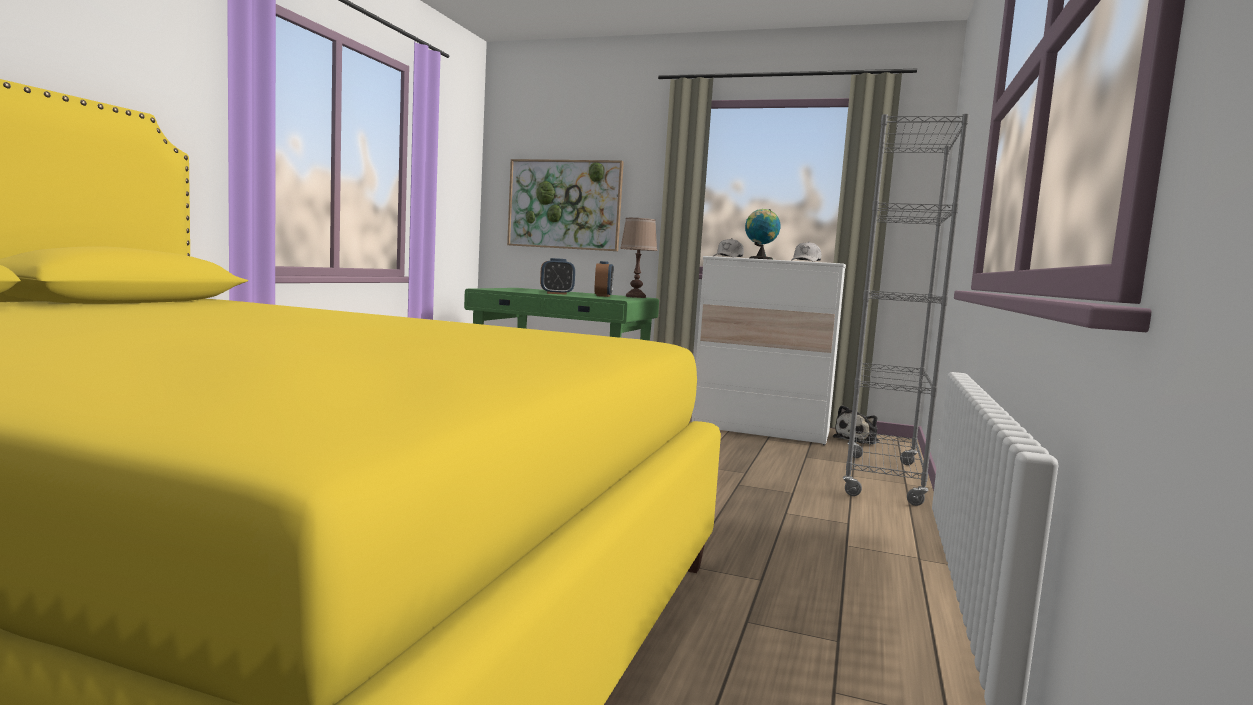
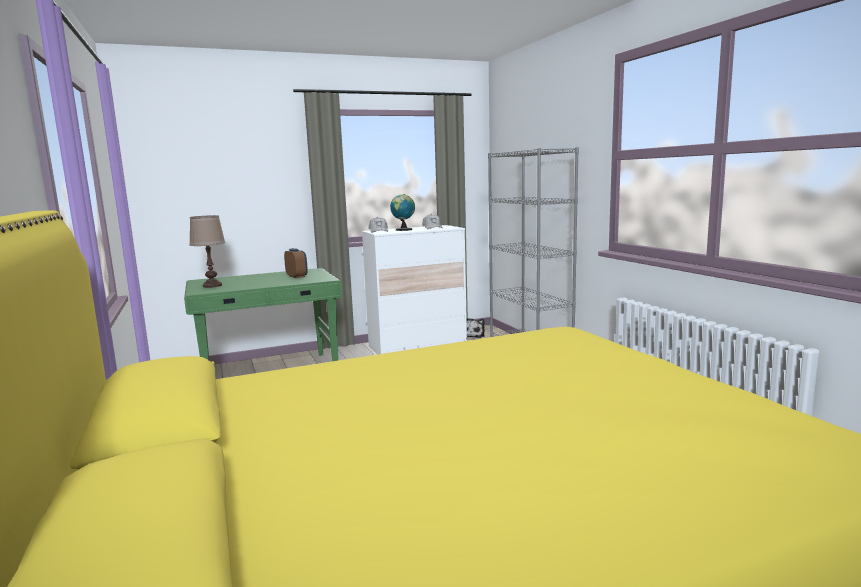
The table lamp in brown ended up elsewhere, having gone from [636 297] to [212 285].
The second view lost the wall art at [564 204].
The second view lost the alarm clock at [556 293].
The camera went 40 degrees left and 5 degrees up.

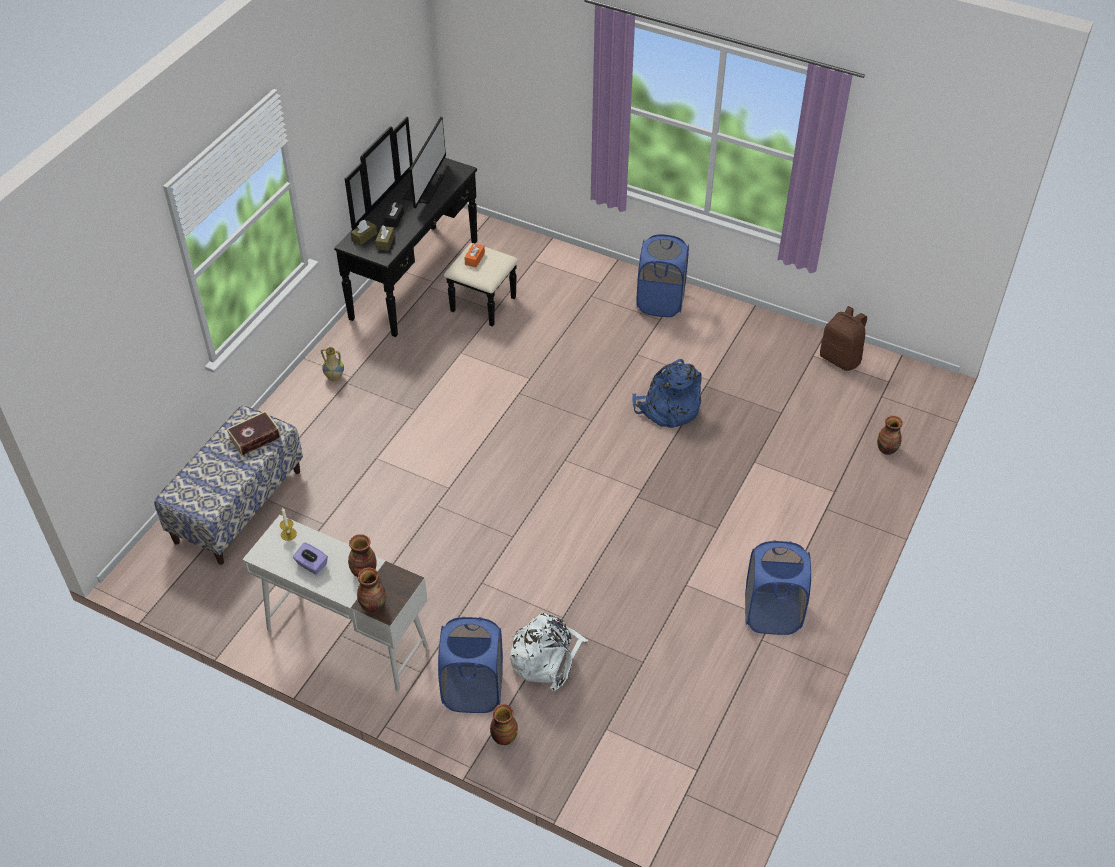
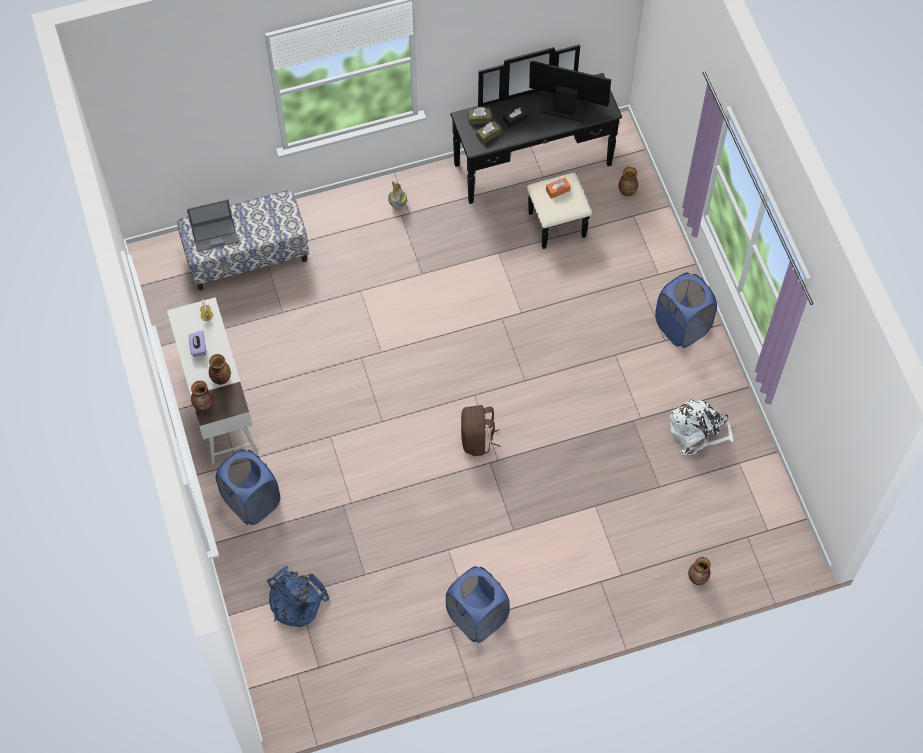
The second view gained the notebook computer at [215 233].
The backpack in blue ended up elsewhere, having gone from [667 409] to [295 600].
The backpack in brown ended up elsewhere, having gone from [840 358] to [477 440].
The computer display at [424 187] ended up facing another way, 135 degrees counterclockwise from before.
The decorative vase ended up elsewhere, having gone from [503 737] to [627 190].
The backpack in white-coloured ended up elsewhere, having gone from [546 658] to [698 430].
The second view lost the volume at [255 438].
The camera went 45 degrees right and 15 degrees up.

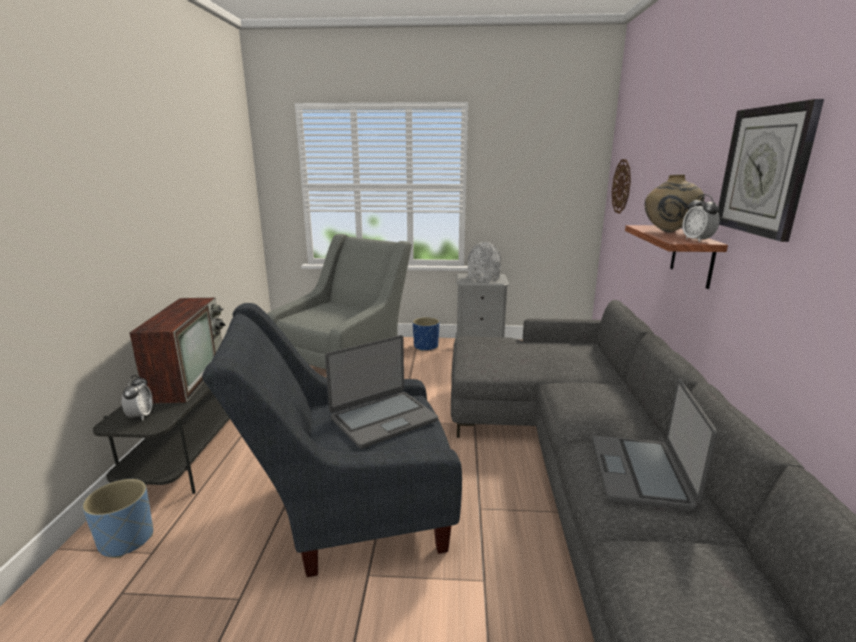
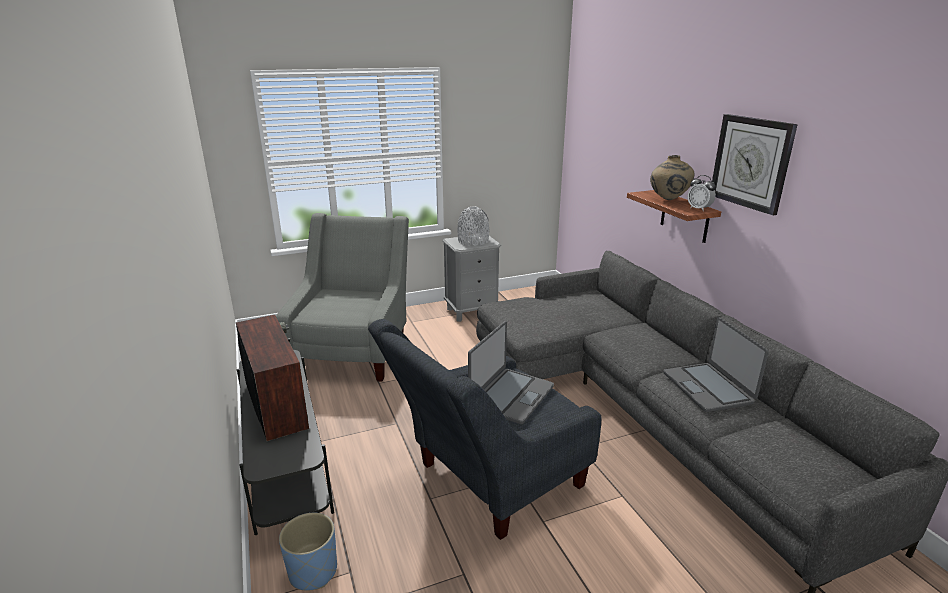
The second view lost the alarm clock at [141 416].
The second view lost the plant pot in blue at [426 346].
The second view lost the clock on the wall at [621 186].
The camera went 25 degrees left and 5 degrees up.

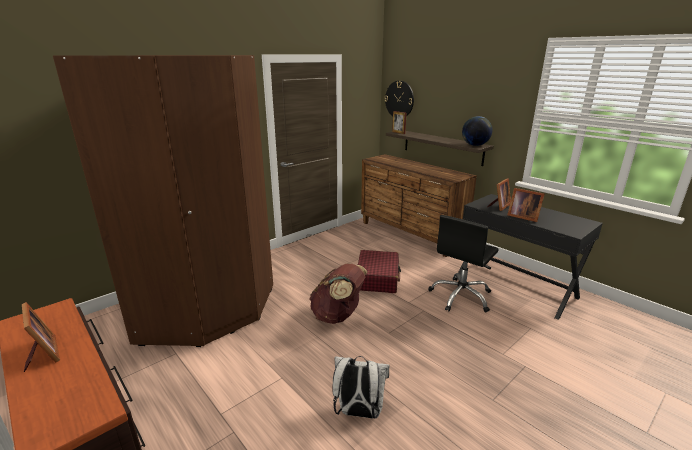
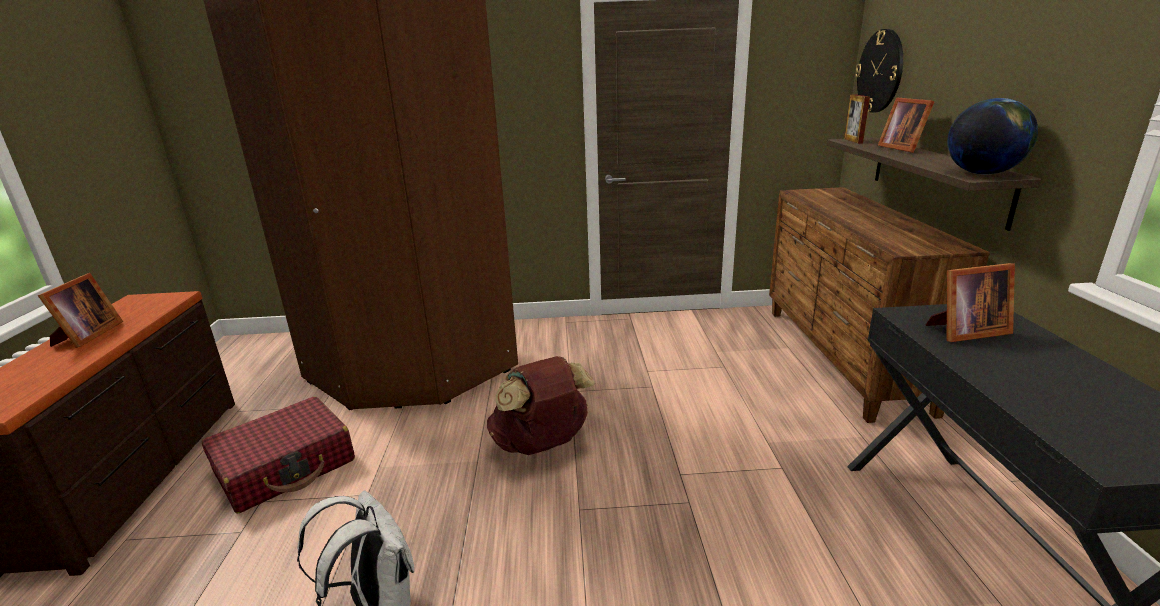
The piece of luggage in red ended up elsewhere, having gone from [377 278] to [285 466].
The photo frame ended up elsewhere, having gone from [522 216] to [902 148].
The second view lost the office chair in black at [461 296].
The camera went 40 degrees right and 0 degrees up.

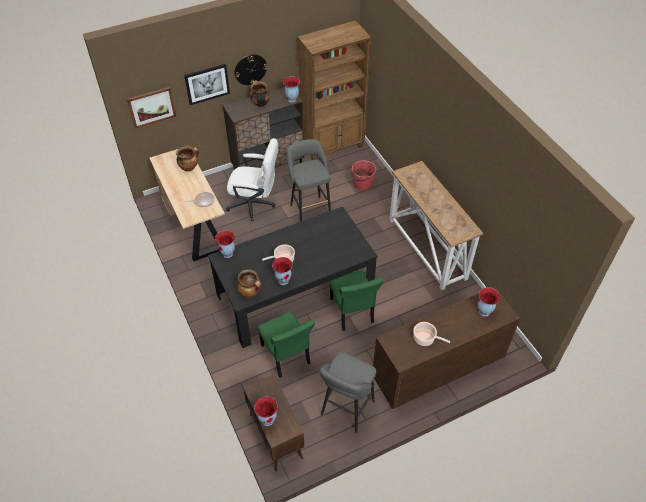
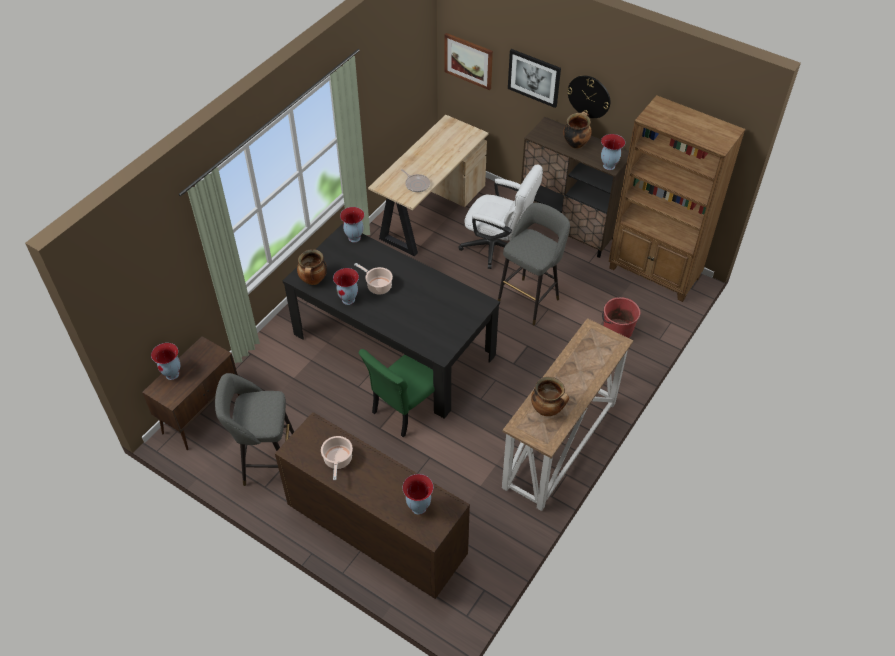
The office chair in white-coloured at [255 204] ended up facing another way, 45 degrees counterclockwise from before.
The saucepot ended up elsewhere, having gone from [189 167] to [548 409].
The second view lost the upright chair in green-coloured at [286 356].
The camera went 60 degrees right and 0 degrees up.

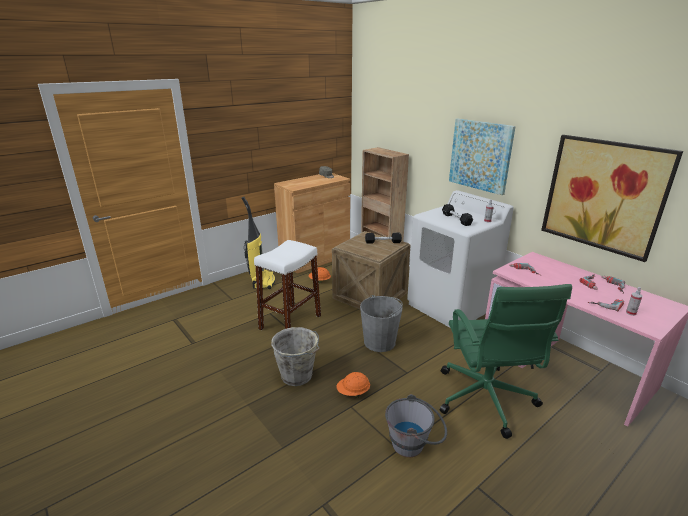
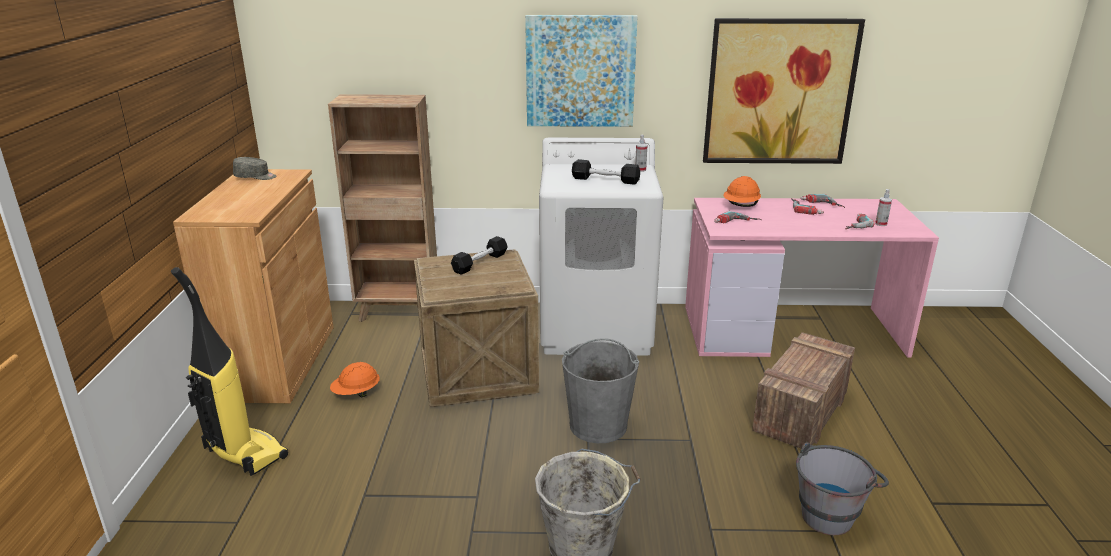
The safety helmet in orange-coloured ended up elsewhere, having gone from [353 392] to [741 206].
Where the office chair in green-coloured stood at [485 400], the packing crate came to stand at [800 413].
The second view lost the stool seat in white-coloured at [290 322].
The camera went 50 degrees left and 0 degrees up.

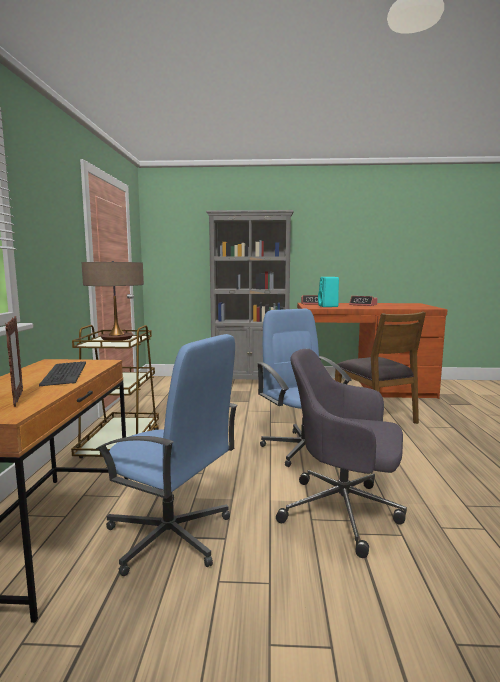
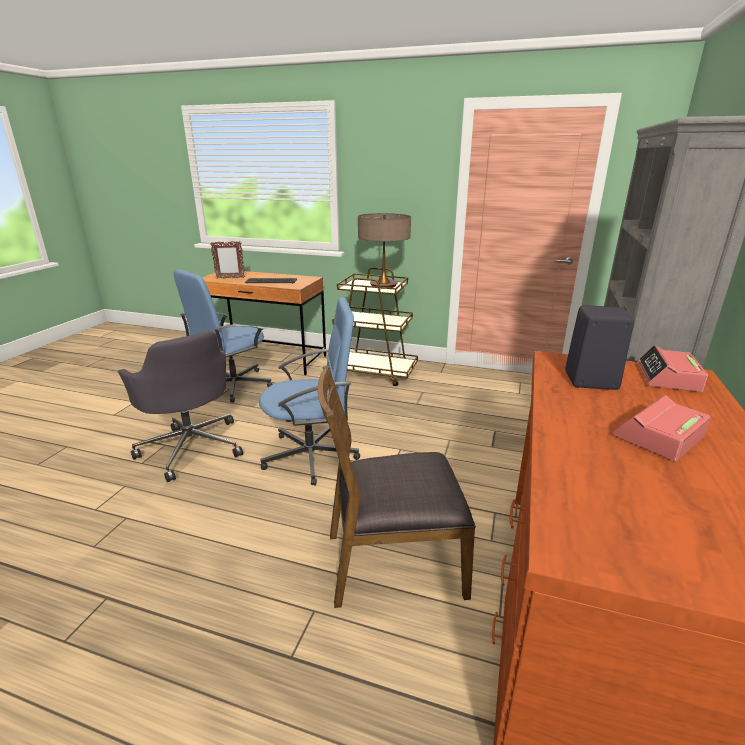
The office chair in greyish at [344 512] ended up facing another way, 105 degrees clockwise from before.
What was the loudspeaker in turquoise at [328 306] turned into the loudspeaker in black at [589 380].
The camera went 105 degrees right and 15 degrees up.

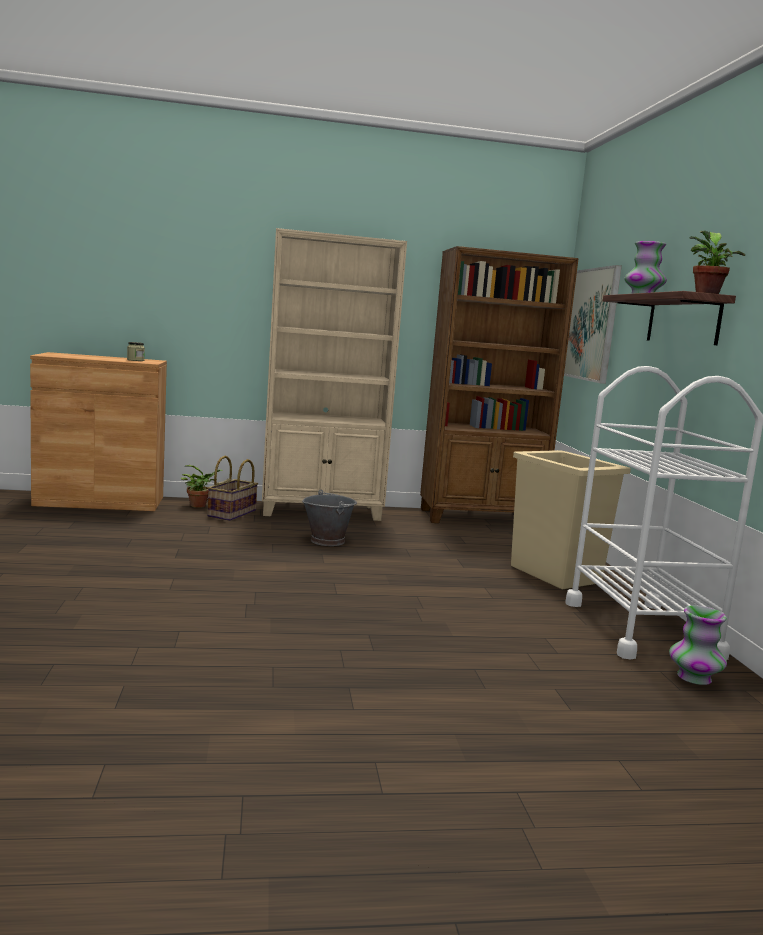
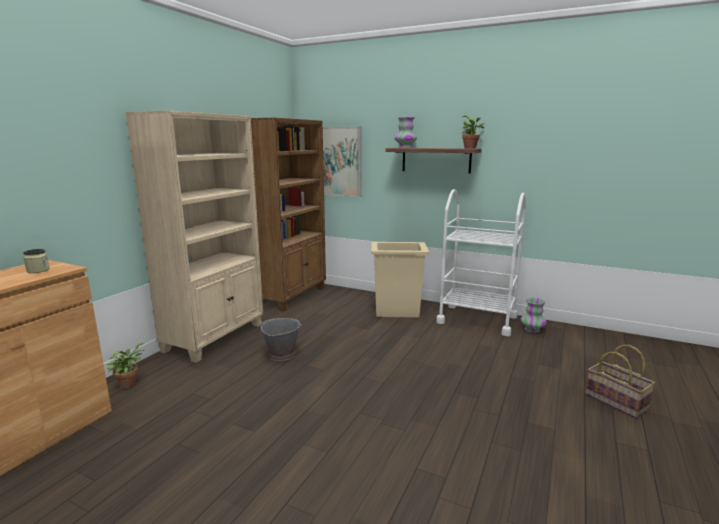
The basket ended up elsewhere, having gone from [232 514] to [616 401].
The camera went 55 degrees left and 5 degrees up.

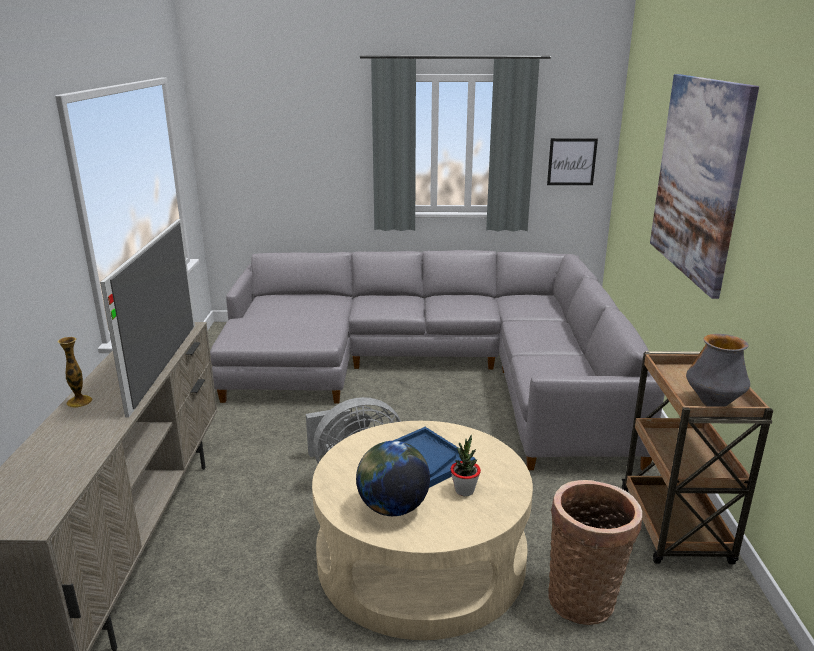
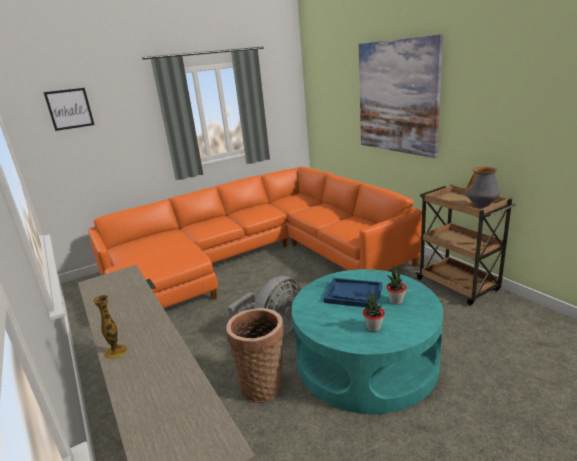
The wall art ended up elsewhere, having gone from [571 161] to [69 109].
What was the couch in greyish at [435 371] turned into the couch in orange-coloured at [255 258].
The basket ended up elsewhere, having gone from [584 598] to [263 384].
What was the coffee table in sand-coloured at [421 556] turned into the coffee table in turquoise at [366 358].
Where the world globe stood at [392 508], the houseplant came to stand at [373 327].
The second view lost the TV at [165 365].
The camera went 30 degrees left and 0 degrees up.

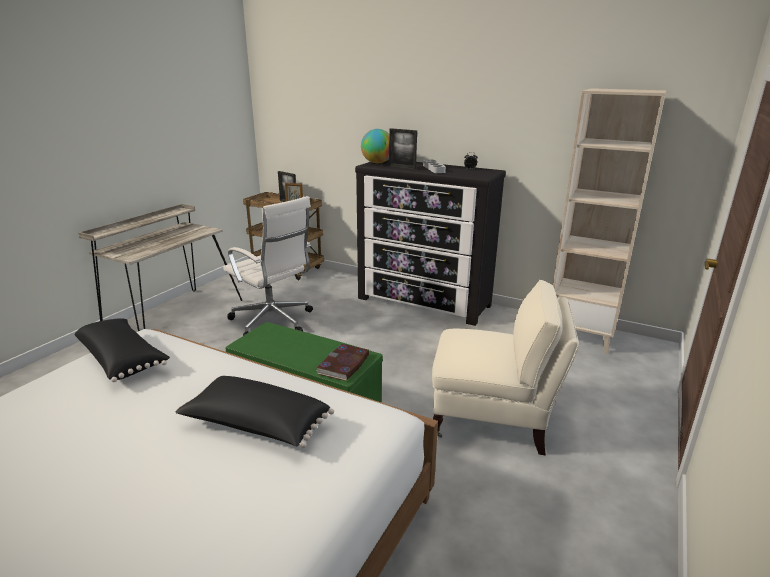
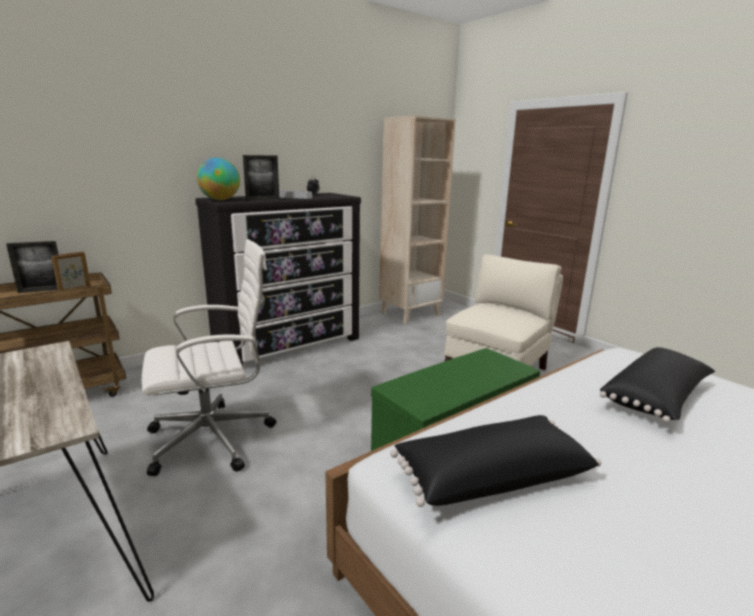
The second view lost the volume at [343 364].
The camera went 65 degrees left and 5 degrees down.

